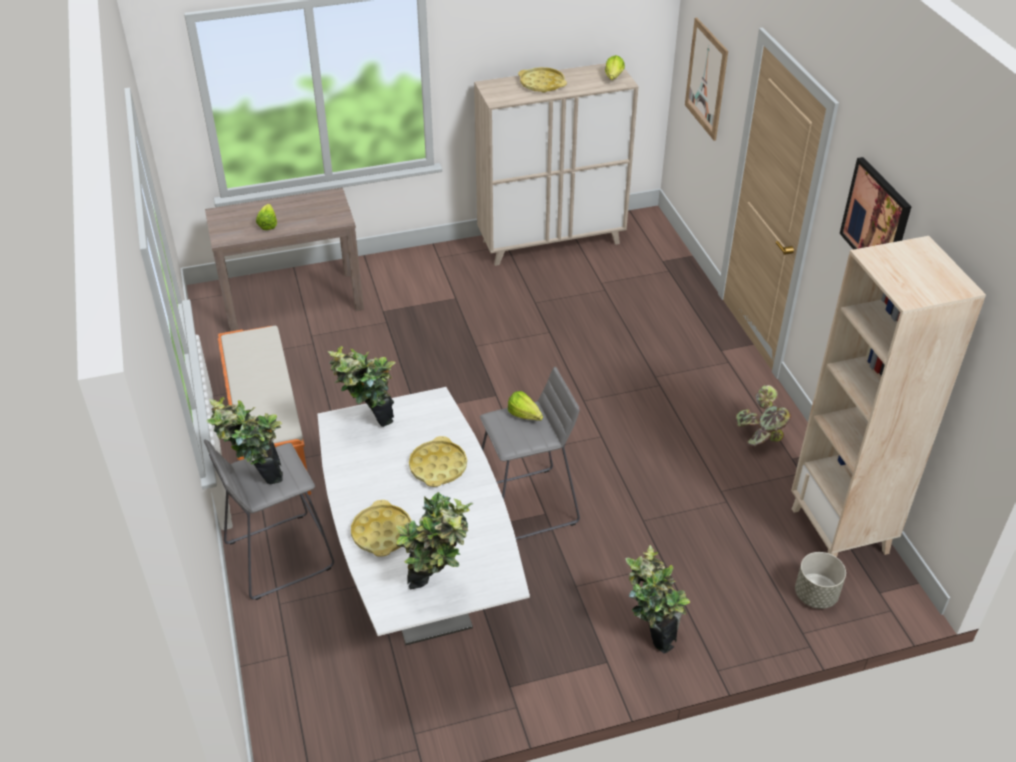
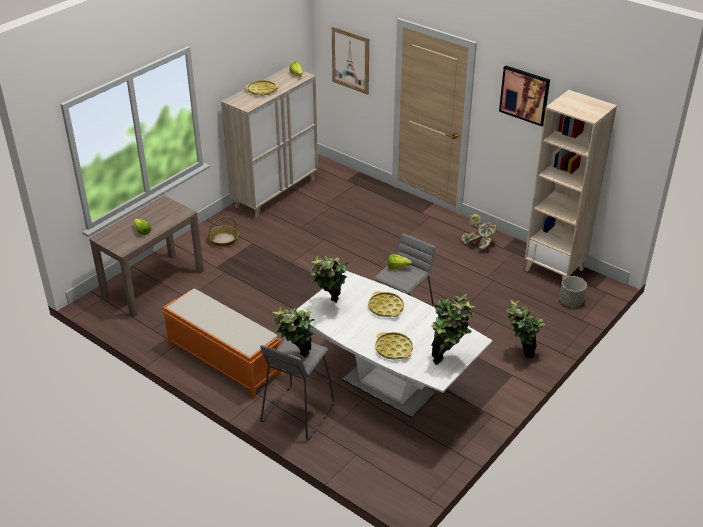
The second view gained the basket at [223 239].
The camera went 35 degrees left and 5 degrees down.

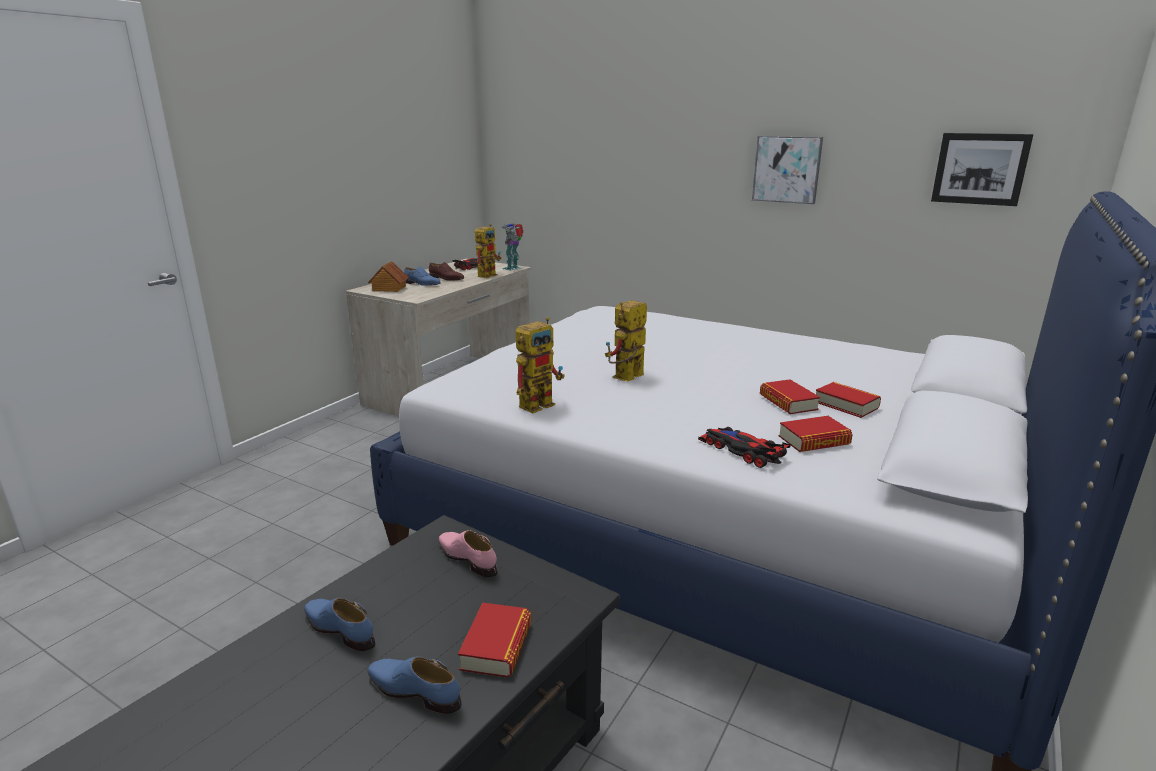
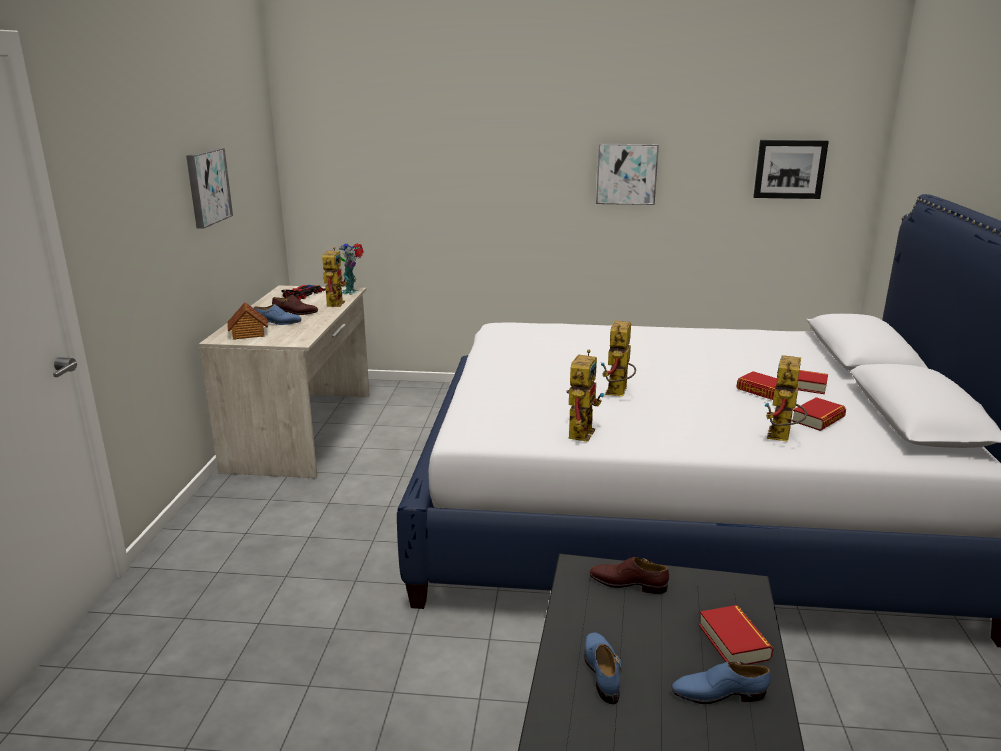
The second view gained the wall art at [207 187].
The shoe in blue at [340 629] ended up facing another way, 75 degrees clockwise from before.
What was the shoe in pink at [467 558] turned into the shoe in brown at [628 583].
Where the toy car stood at [741 450], the model robot came to stand at [781 438].
The camera went 25 degrees left and 0 degrees up.

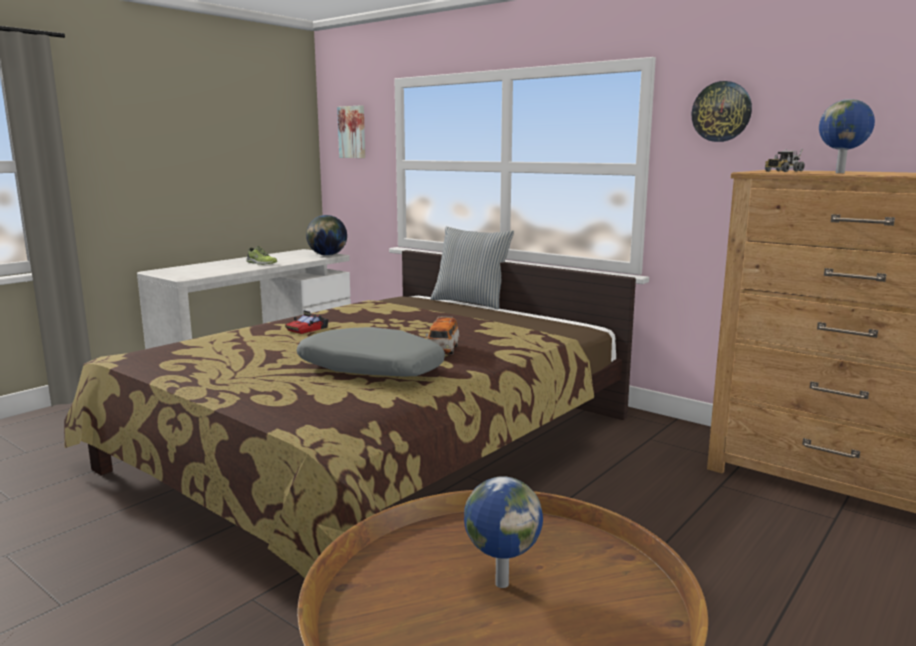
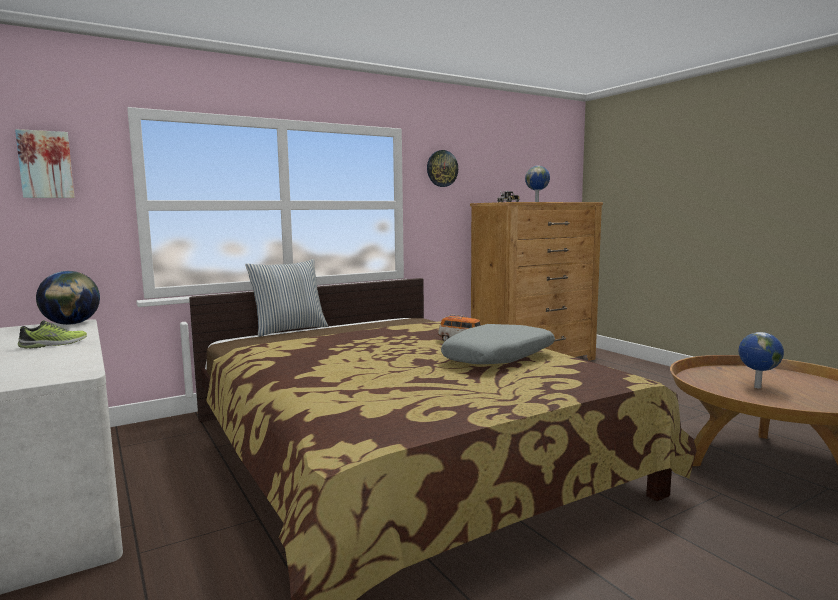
The second view lost the toy car at [307 329].
The camera went 70 degrees left and 5 degrees down.

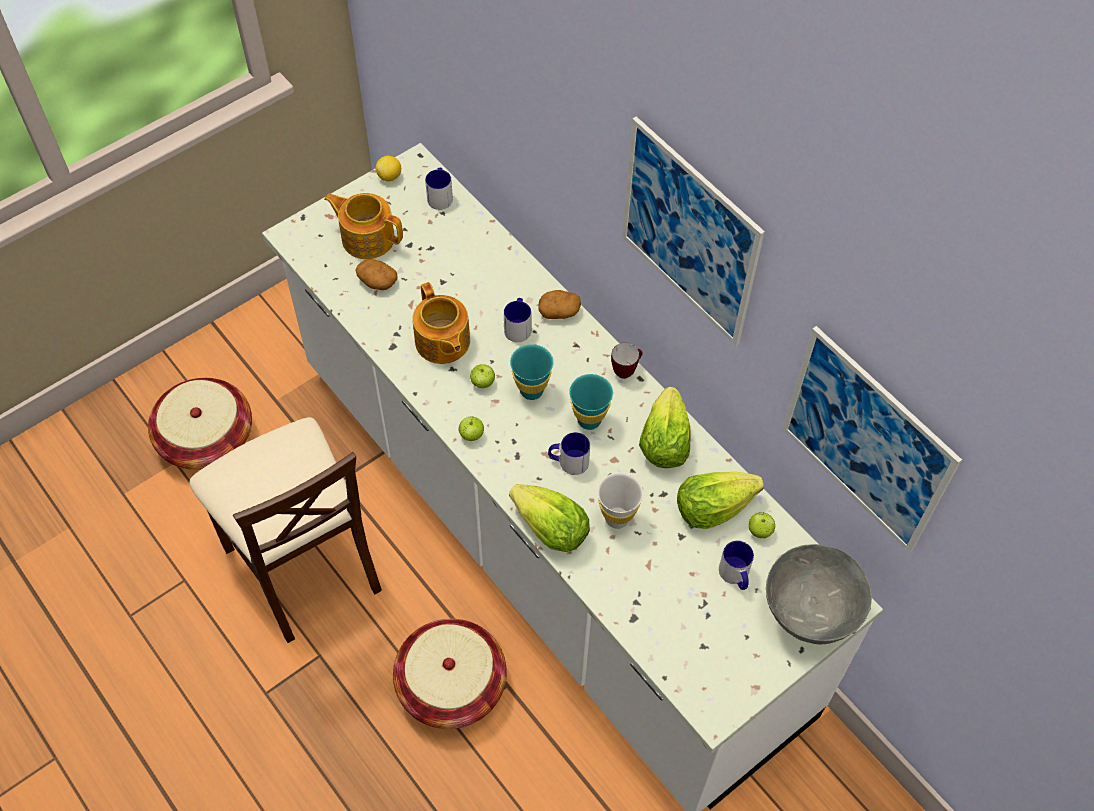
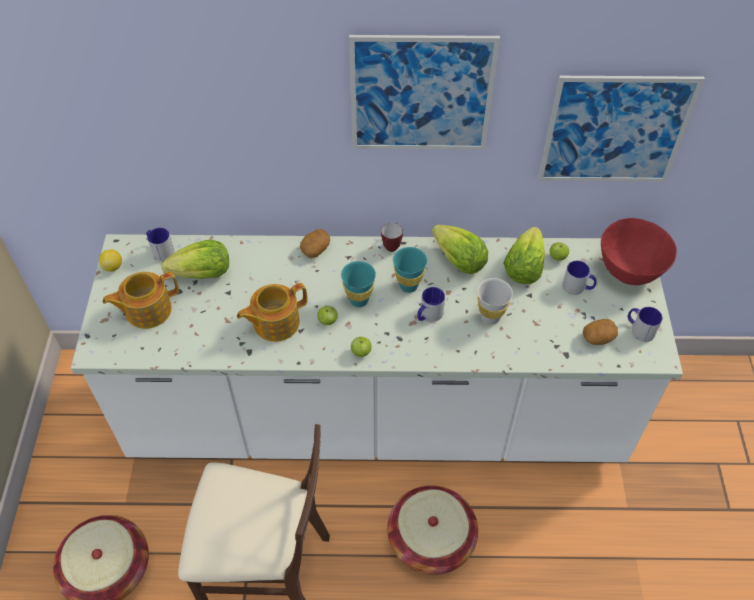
The lettuce head ended up elsewhere, having gone from [551 530] to [203 274].
The pot for tea at [442 342] ended up facing another way, 135 degrees clockwise from before.
The spud ended up elsewhere, having gone from [377 281] to [598 338].
What was the bowl in greyish at [809 615] turned into the bowl in red at [630 272].
The coffee mug ended up elsewhere, having gone from [518 326] to [639 329].
The camera went 50 degrees left and 5 degrees down.

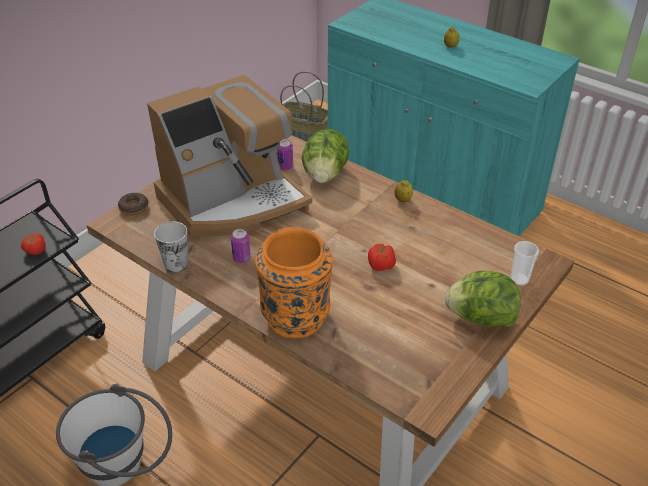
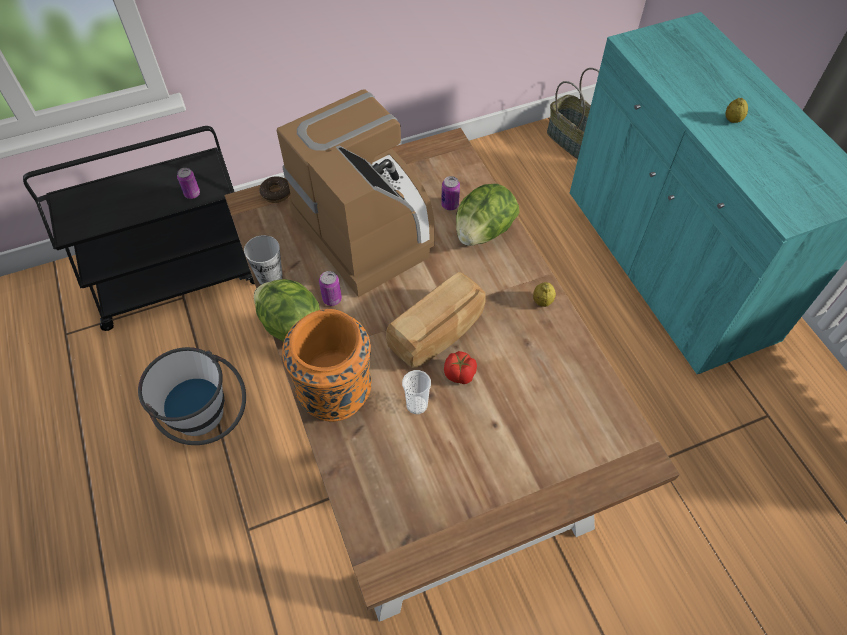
Where the tomato stood at [35 250], the metal can came to stand at [192 194].
The lettuce head ended up elsewhere, having gone from [481 318] to [290 325].
The coffee machine at [233 201] ended up facing another way, 120 degrees counterclockwise from before.
The second view gained the baked bread at [438 333].
The cup ended up elsewhere, having gone from [519 279] to [417 405].
The camera went 30 degrees right and 15 degrees up.

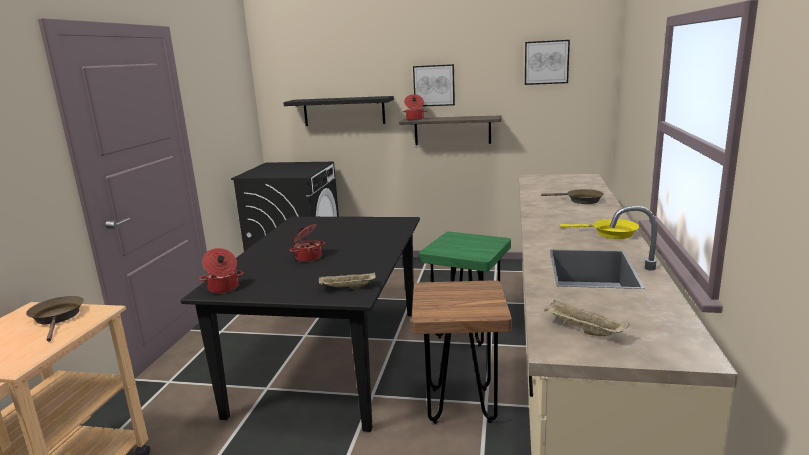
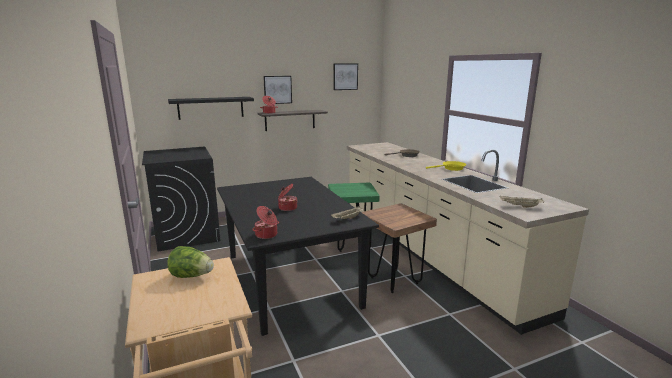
Where the pan in brown stood at [58 318], the lettuce head came to stand at [192 276].
The camera went 35 degrees left and 0 degrees up.

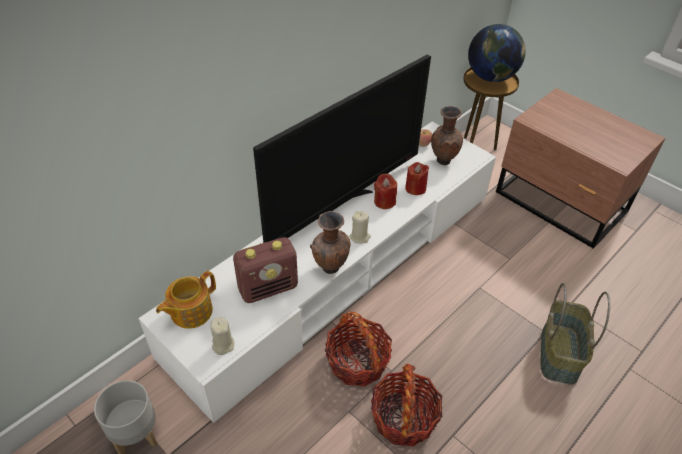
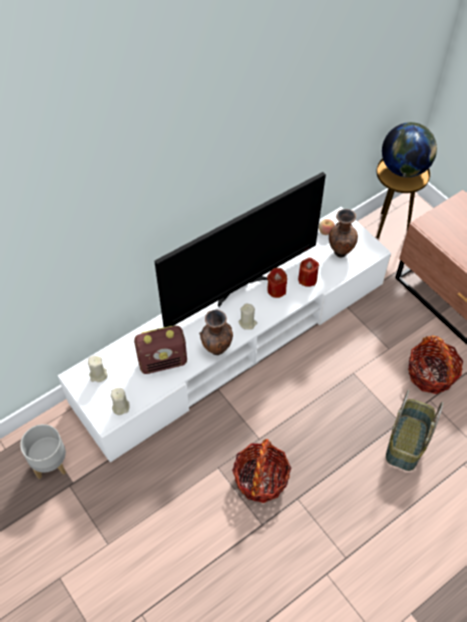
Where the pot for tea stood at [190 312], the wax candle in sand-coloured came to stand at [98 375].
The basket ended up elsewhere, having gone from [357 362] to [431 374].
The camera went 10 degrees right and 10 degrees up.

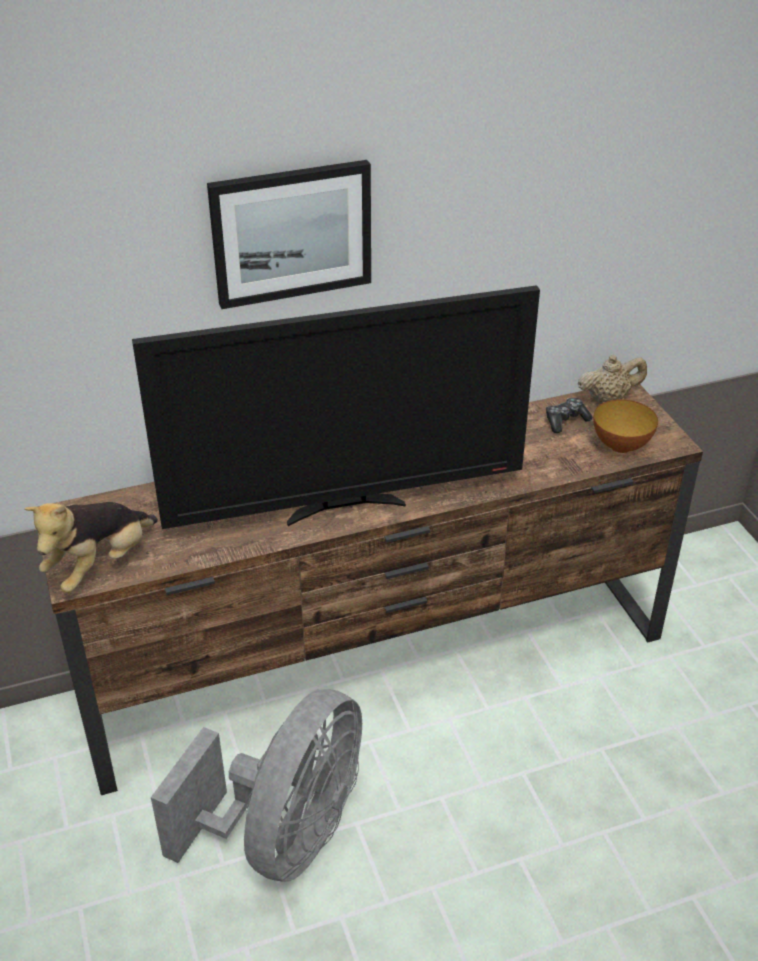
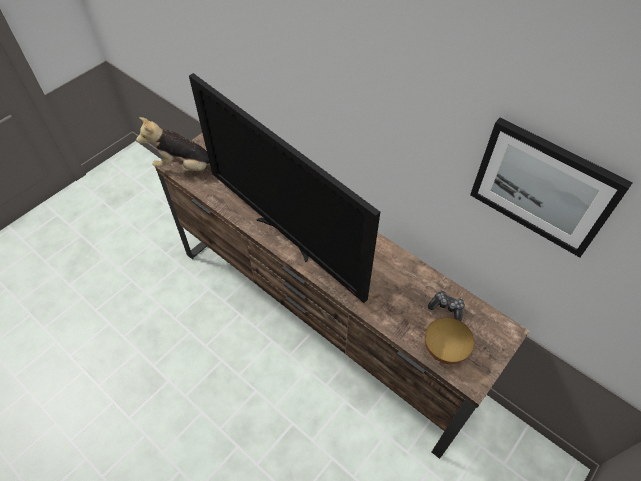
The wall art ended up elsewhere, having gone from [291 233] to [543 187].
The second view lost the fan in greyish at [285 836].
The second view lost the pot for tea in sand-coloured at [608 398].
The camera went 60 degrees right and 15 degrees up.

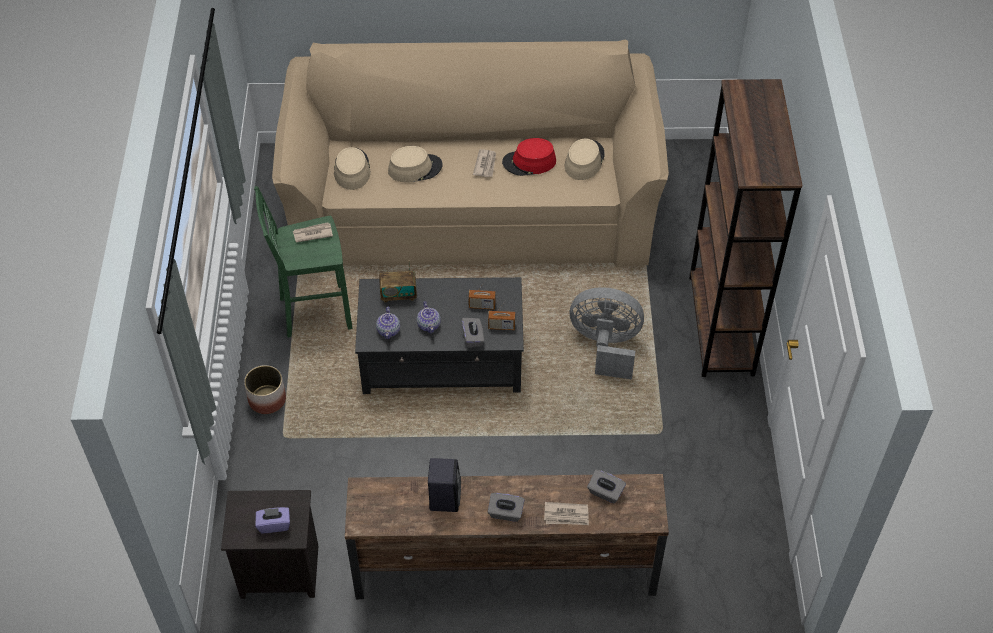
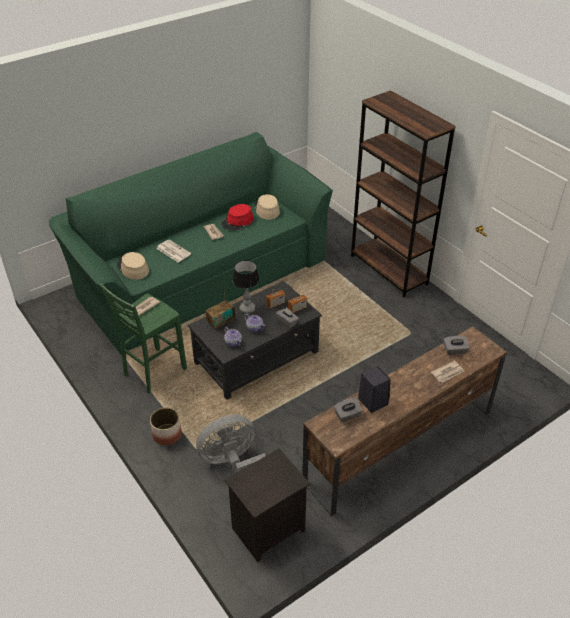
What was the couch in sand-coloured at [472 204] turned into the couch in green-coloured at [199 273].
Where the wearable hat in sand-coloured stood at [415 168], the printed paper came to stand at [173 251].
The fan in greyish ended up elsewhere, having gone from [605 346] to [232 463].
The second view gained the table lamp at [247 308].
The tissue holder in greyish ended up elsewhere, having gone from [505 513] to [347 415].
The second view lost the tissue holder in purple at [274 524].
The camera went 35 degrees left and 10 degrees down.

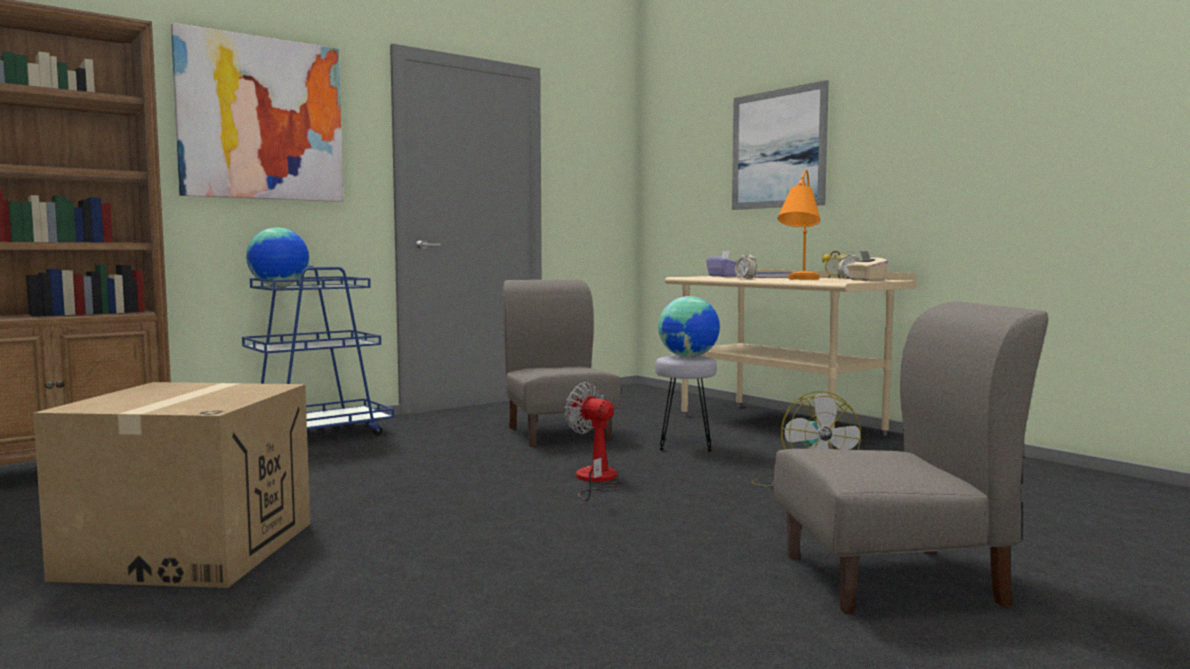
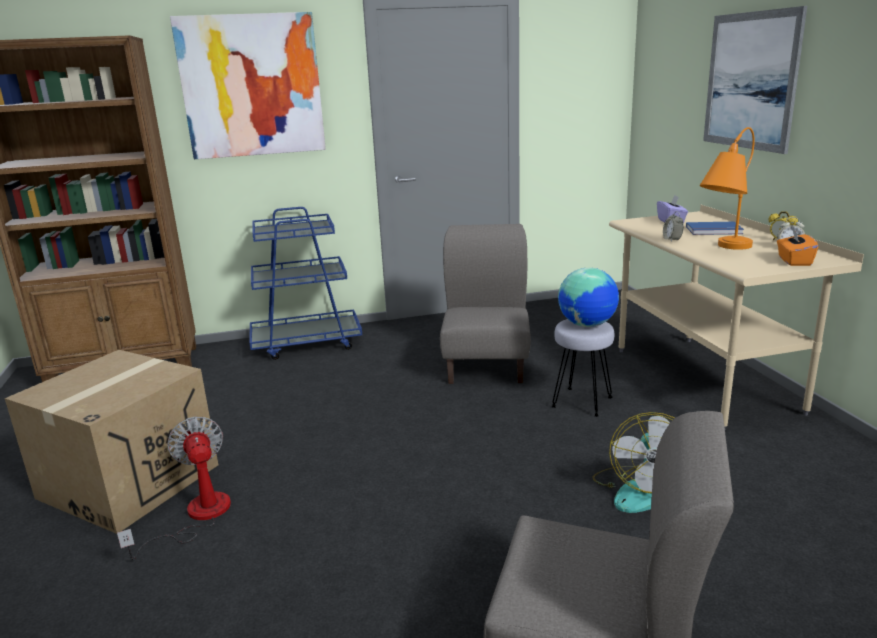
The fan ended up elsewhere, having gone from [596 480] to [197 516].
What was the tissue holder in sand-coloured at [866 280] turned into the tissue holder in orange-coloured at [794 261].
The second view lost the world globe at [279 286].
The camera went 25 degrees right and 15 degrees up.

